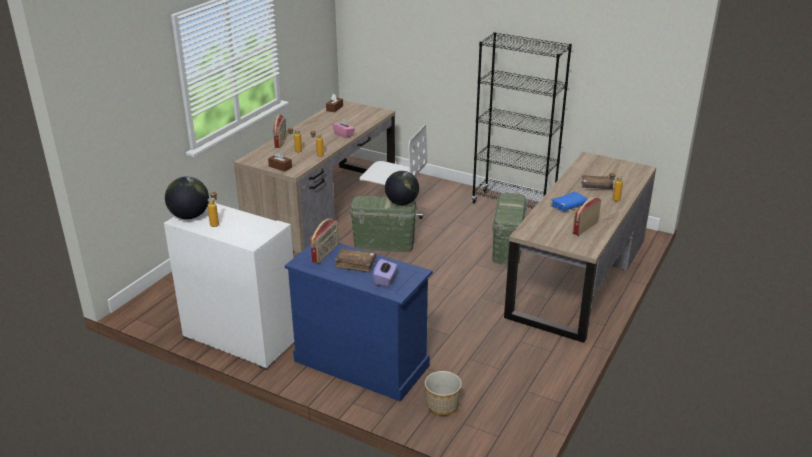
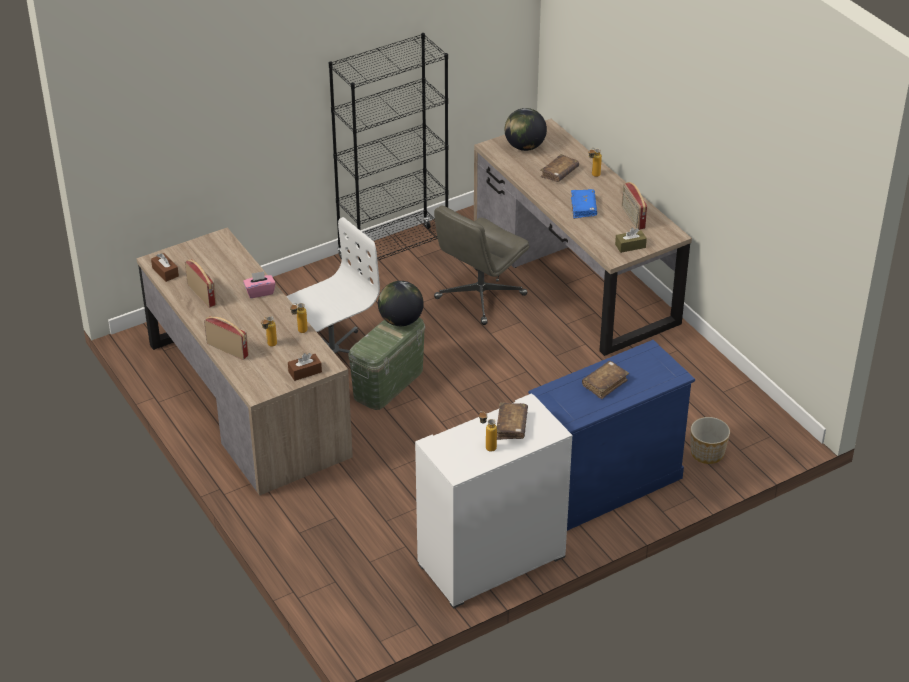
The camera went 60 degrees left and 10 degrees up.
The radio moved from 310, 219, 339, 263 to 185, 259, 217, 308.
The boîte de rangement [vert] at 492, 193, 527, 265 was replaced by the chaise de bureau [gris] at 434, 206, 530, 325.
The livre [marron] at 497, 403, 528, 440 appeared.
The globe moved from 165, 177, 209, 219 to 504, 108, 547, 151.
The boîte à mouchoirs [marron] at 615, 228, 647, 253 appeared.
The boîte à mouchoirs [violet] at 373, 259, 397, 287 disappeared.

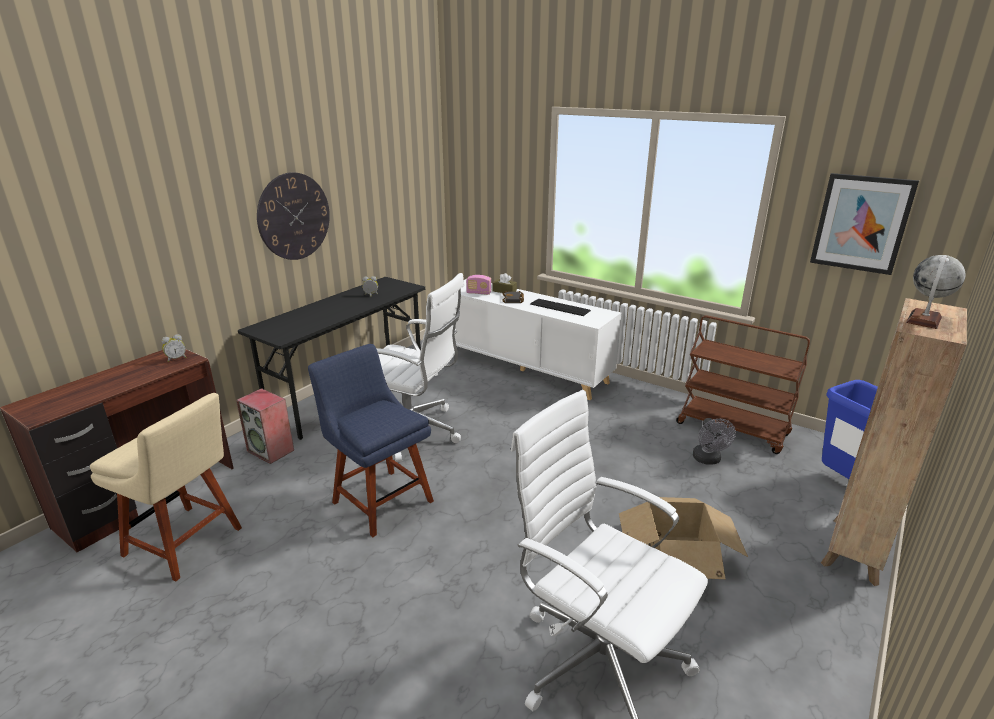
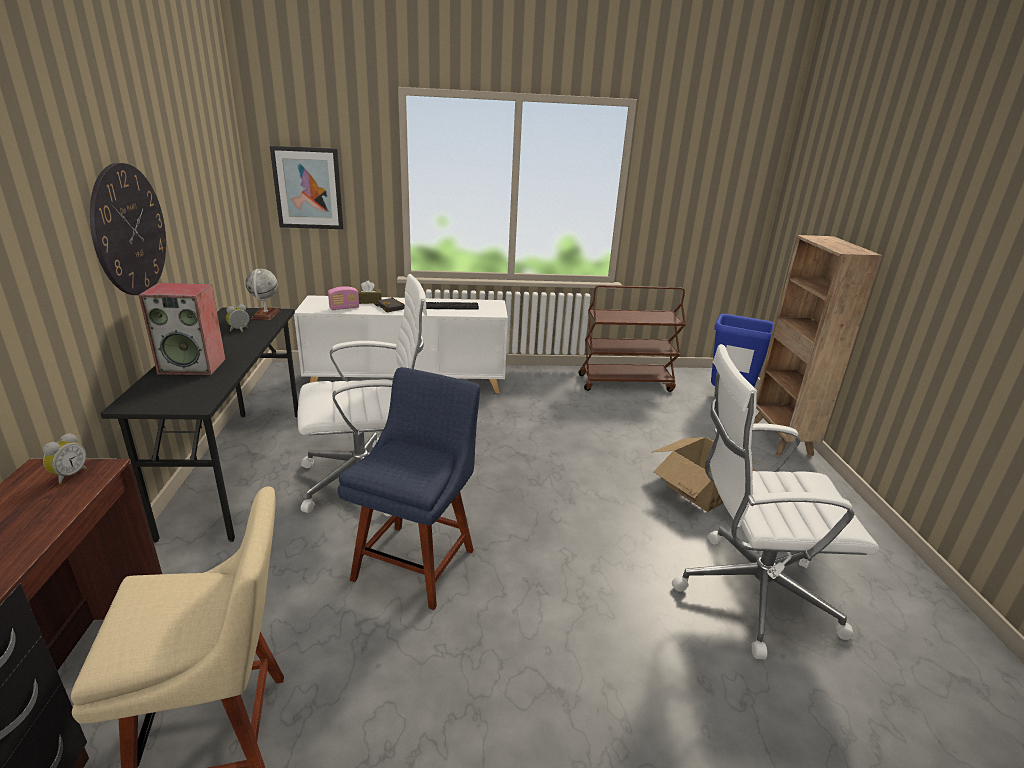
The camera went 40 degrees left and 0 degrees up.
The enceinte moved from 236, 388, 294, 464 to 139, 283, 226, 375.
The globe moved from 906, 255, 966, 329 to 246, 269, 280, 320.
The tableau moved from 810, 173, 919, 275 to 270, 146, 343, 229.
The chaise [bleu] at 308, 344, 434, 537 turned 105 degrees clockwise.
The ventilateur [gris] at 692, 418, 736, 465 disappeared.

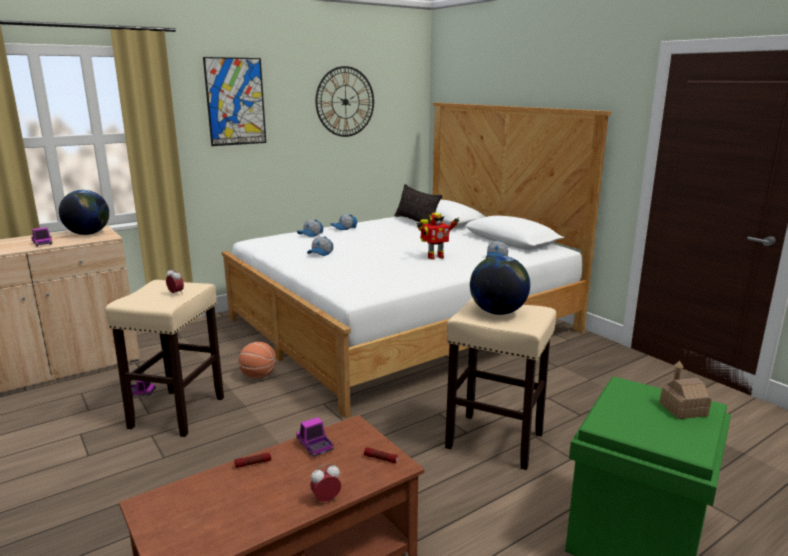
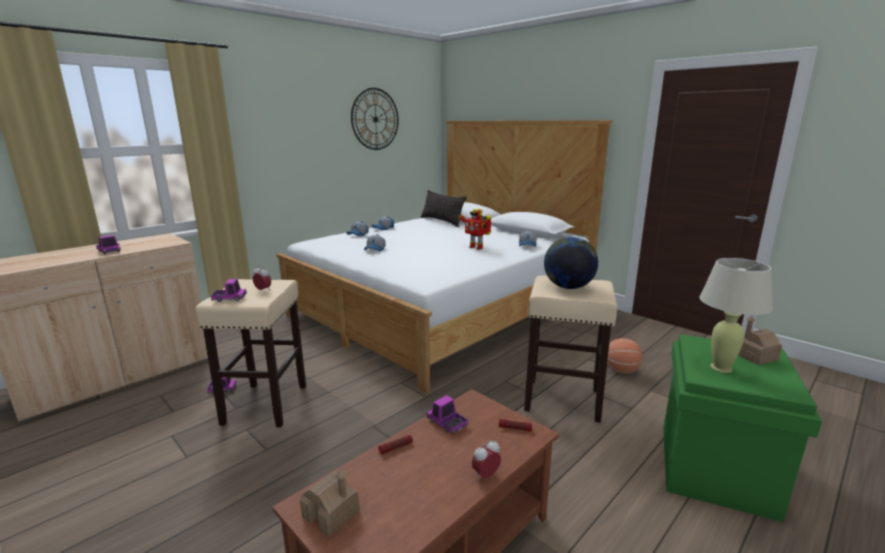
The camera went 10 degrees left and 0 degrees up.
The camion jouet at 211, 279, 247, 302 appeared.
The maison miniature at 300, 469, 360, 537 appeared.
The robot jouet at 417, 213, 459, 260 turned 75 degrees clockwise.
The ballon de basket moved from 238, 342, 276, 379 to 607, 338, 642, 374.
The lampe de table [beige] at 700, 258, 773, 373 appeared.
The globe at 59, 190, 109, 235 disappeared.
The tableau at 203, 57, 266, 146 disappeared.

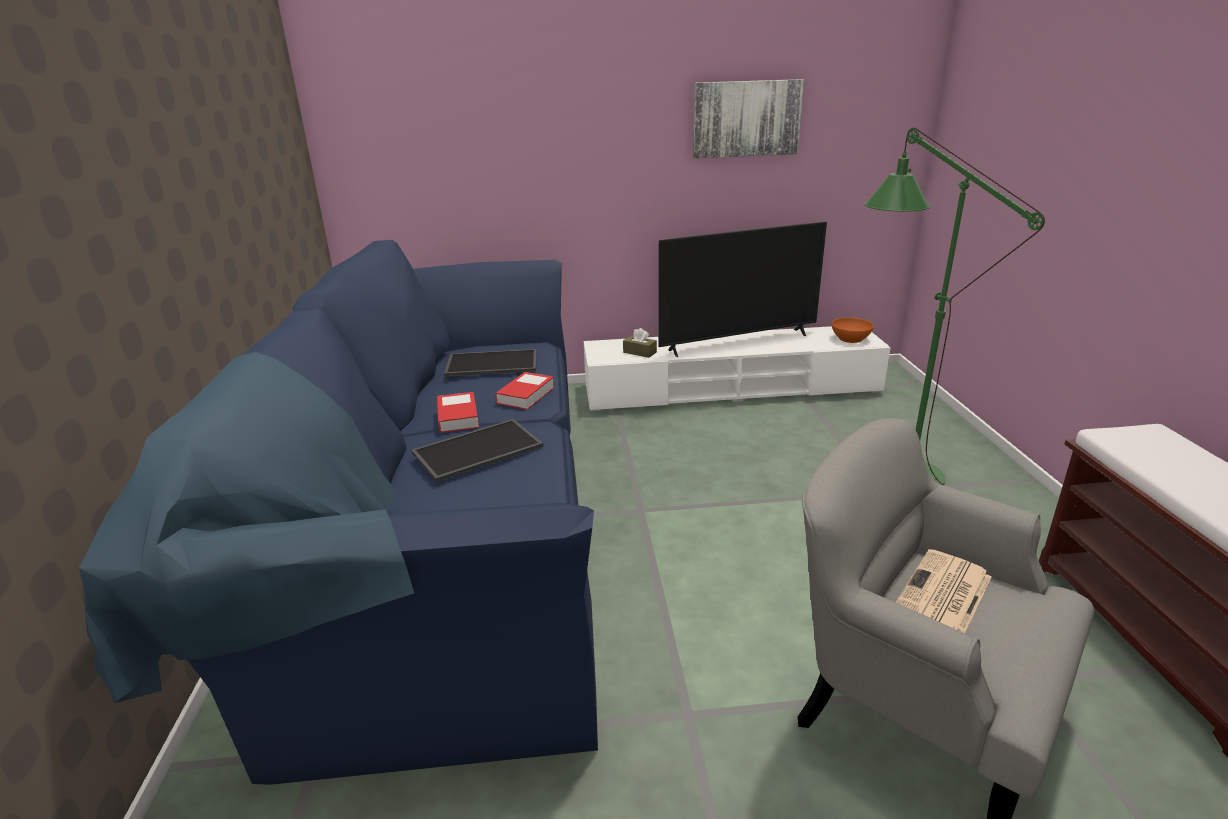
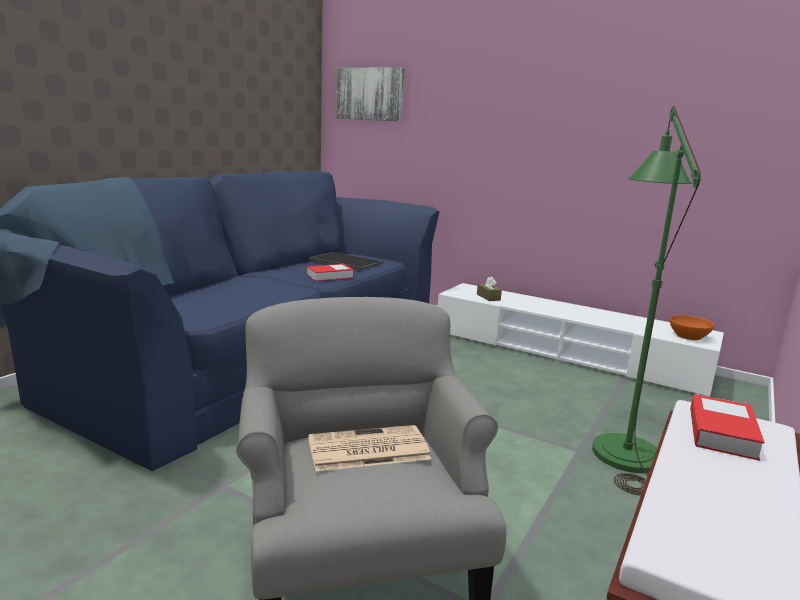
The camera went 35 degrees right and 10 degrees down.
The tableau moved from 693, 79, 804, 158 to 336, 67, 404, 122.
The livre moved from 437, 392, 479, 433 to 690, 394, 765, 461.
The plateau at 411, 419, 544, 482 disappeared.
The téléviseur at 658, 222, 827, 357 disappeared.

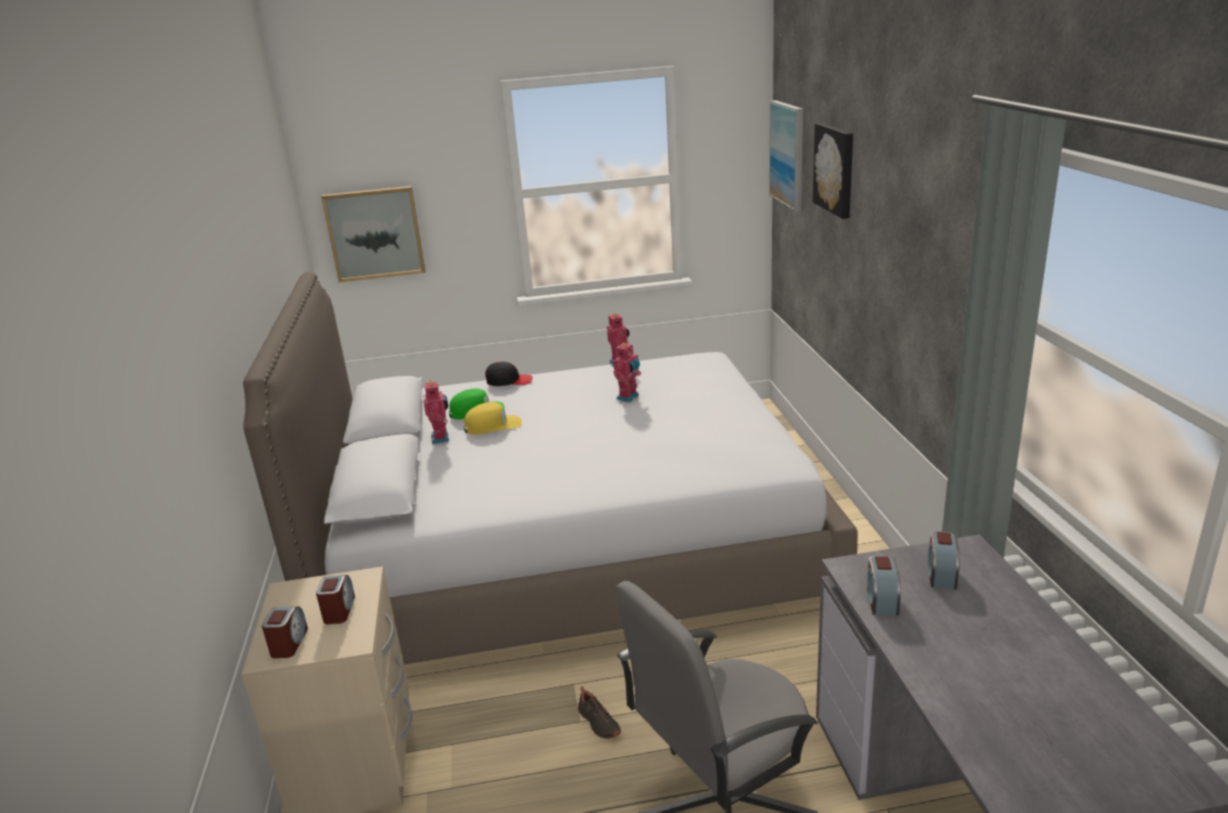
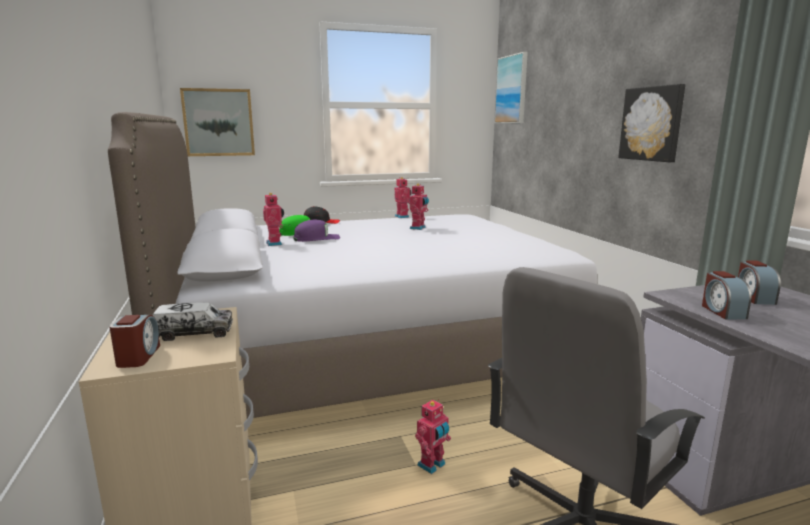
The camera went 10 degrees left and 10 degrees down.
The réveil at 316, 575, 355, 624 was replaced by the camion jouet at 153, 302, 233, 341.
The casquette [jaune] at 464, 402, 522, 434 became the casquette [violet] at 294, 220, 340, 242.
The chaussure [noir] at 578, 687, 621, 739 was replaced by the robot jouet at 415, 399, 451, 474.
The tableau moved from 813, 123, 853, 219 to 618, 84, 685, 162.

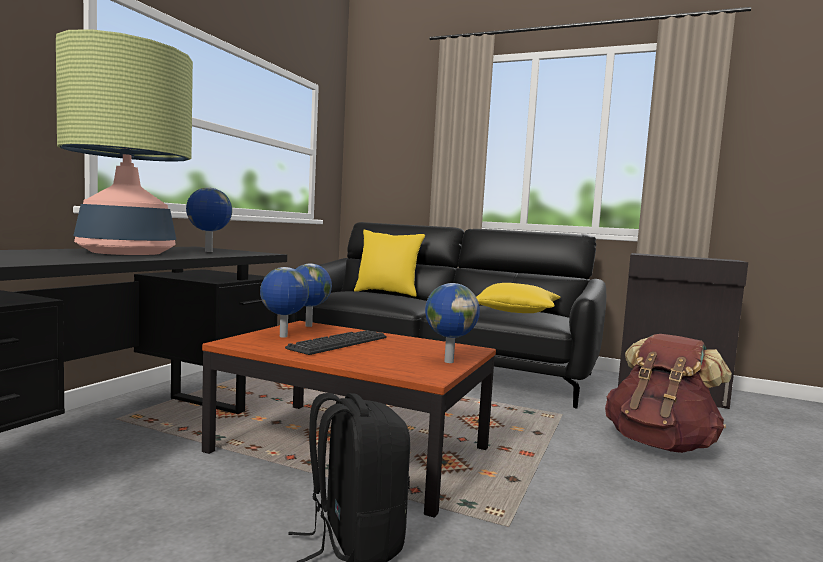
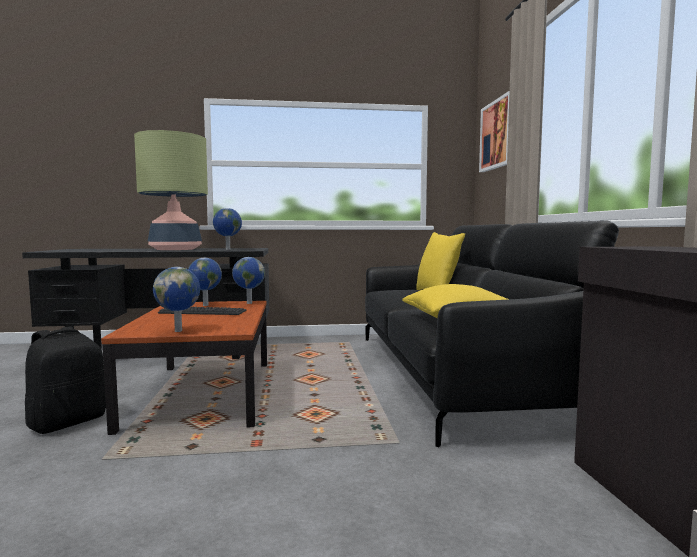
The camera went 60 degrees right and 0 degrees up.
The tableau at 479, 91, 509, 172 appeared.
The sac à dos [marron] at 605, 334, 732, 453 disappeared.

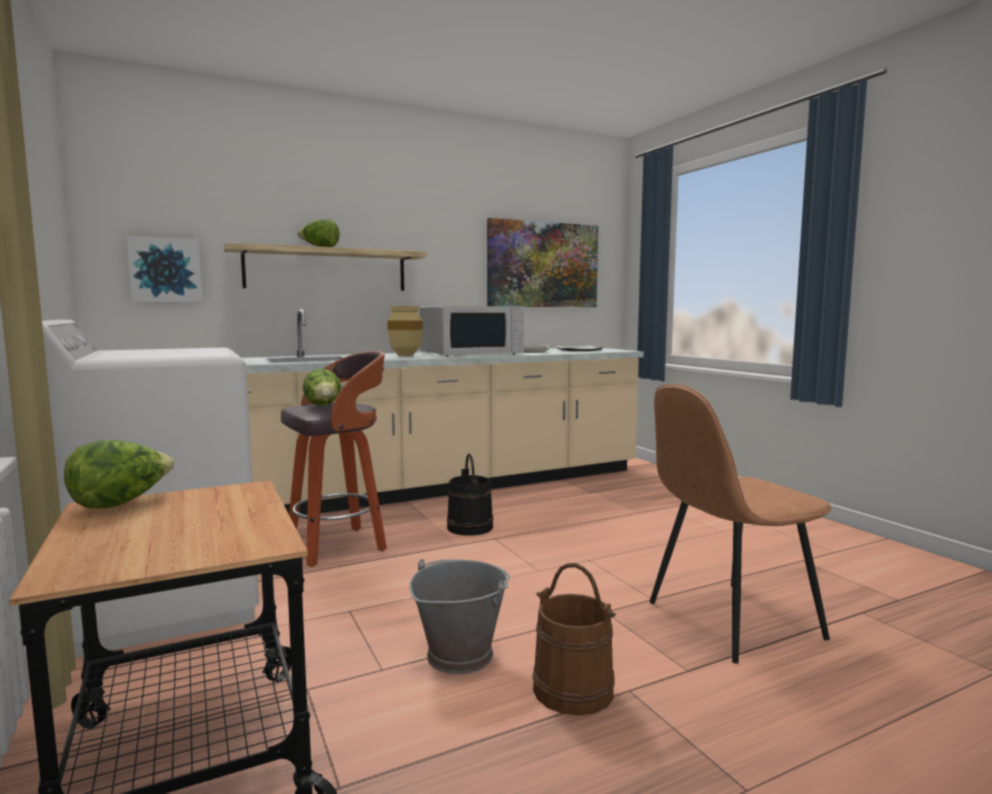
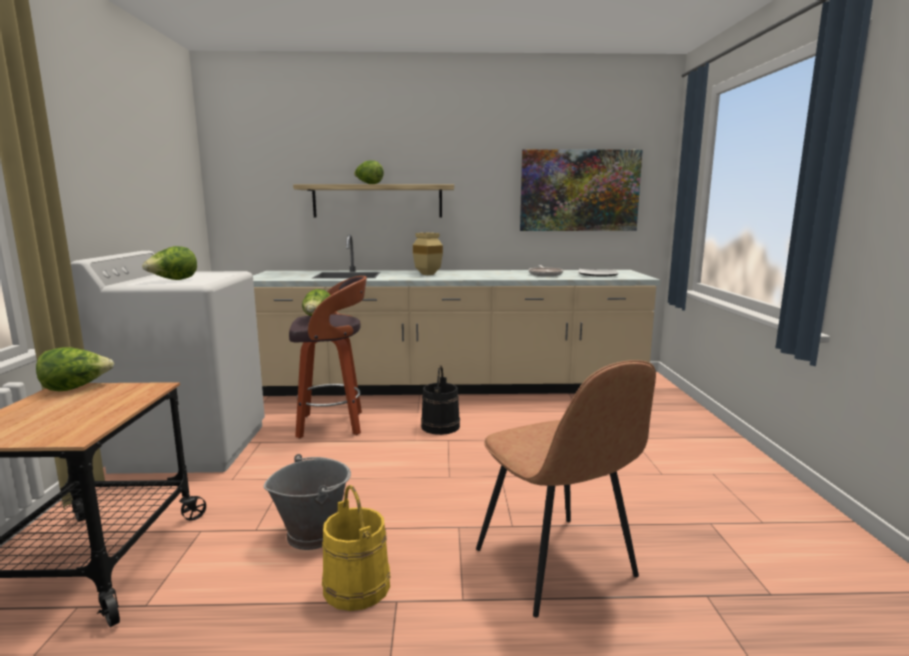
The camera went 25 degrees right and 5 degrees up.
The laitue at 142, 246, 197, 280 appeared.
The seau [marron] at 532, 563, 616, 716 became the seau [jaune] at 322, 485, 390, 611.
The chaise [marron] at 650, 384, 832, 664 turned 120 degrees counterclockwise.
The tableau at 127, 236, 203, 302 disappeared.
The micro-ondes [blanc] at 420, 306, 524, 356 disappeared.

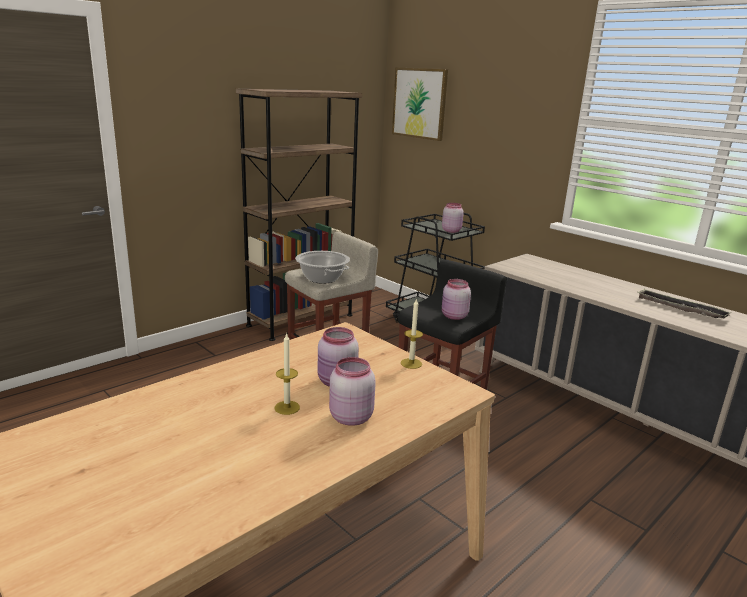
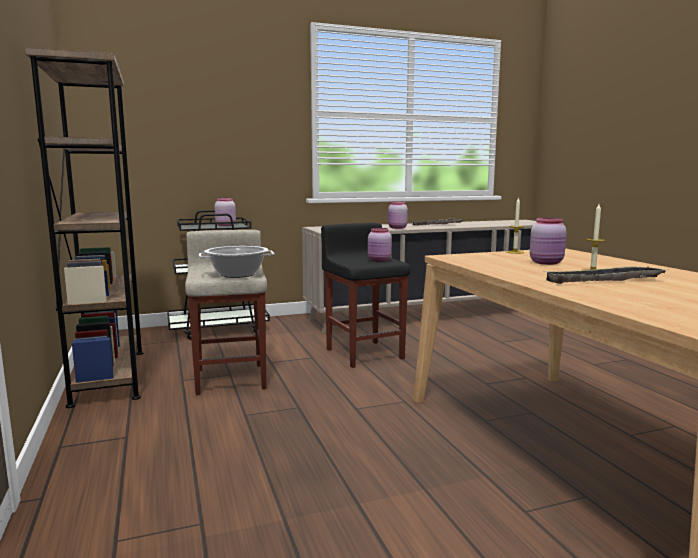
The camera went 65 degrees left and 10 degrees down.
The bocal [rose] moved from 329, 357, 376, 426 to 388, 201, 408, 229.
The plateau at 543, 266, 666, 284 appeared.
The tableau at 392, 67, 448, 141 disappeared.

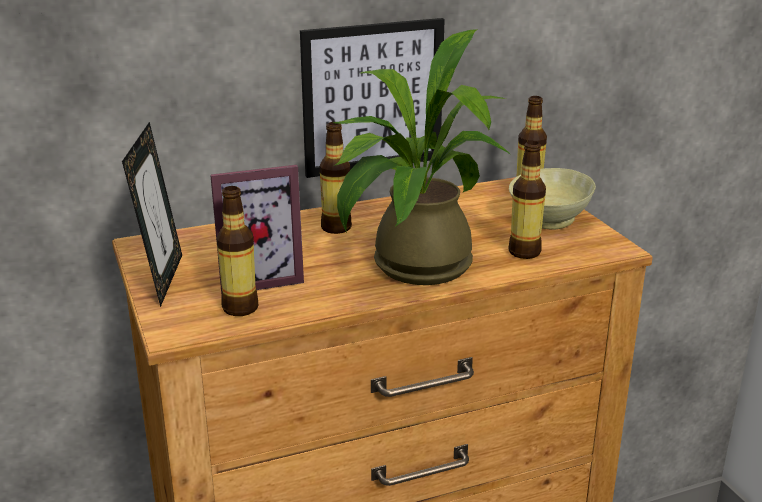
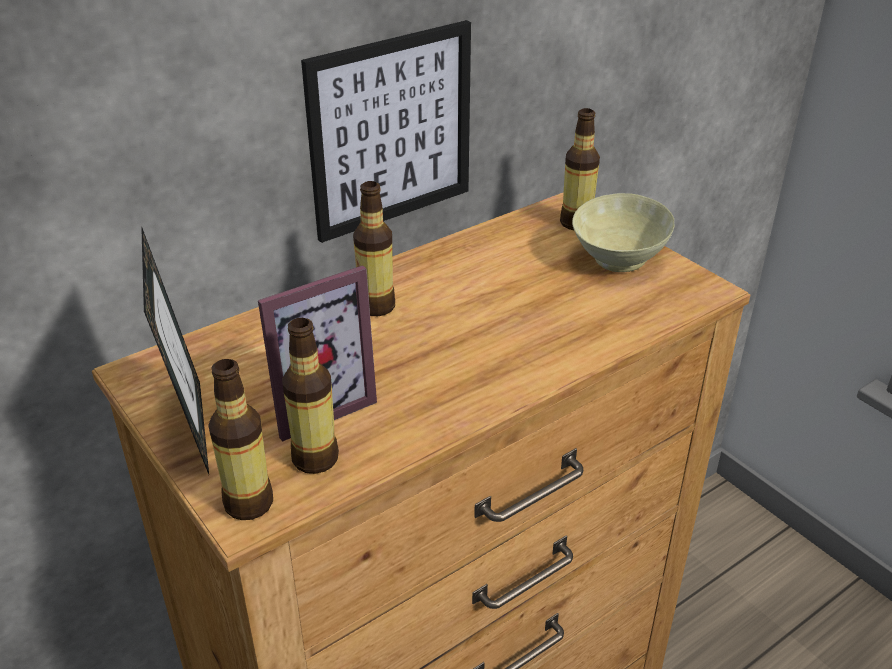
The camera went 15 degrees left and 10 degrees up.
The bouteille moved from 508, 141, 546, 259 to 208, 359, 273, 520.
The plante en pot at 333, 29, 511, 285 disappeared.

